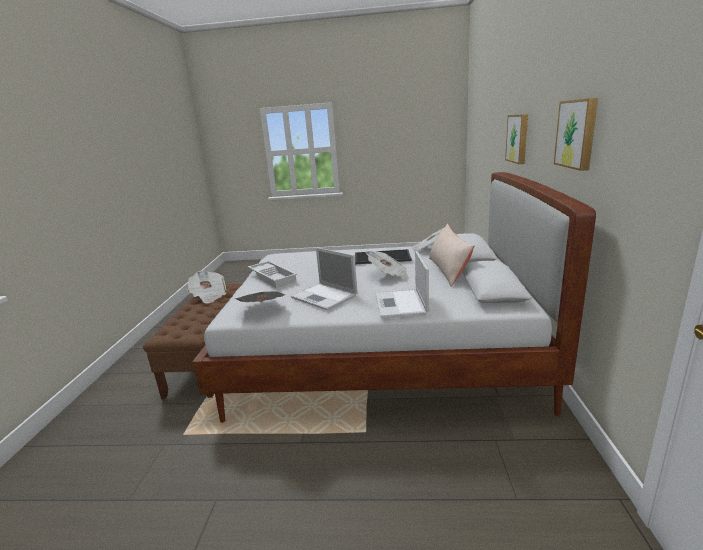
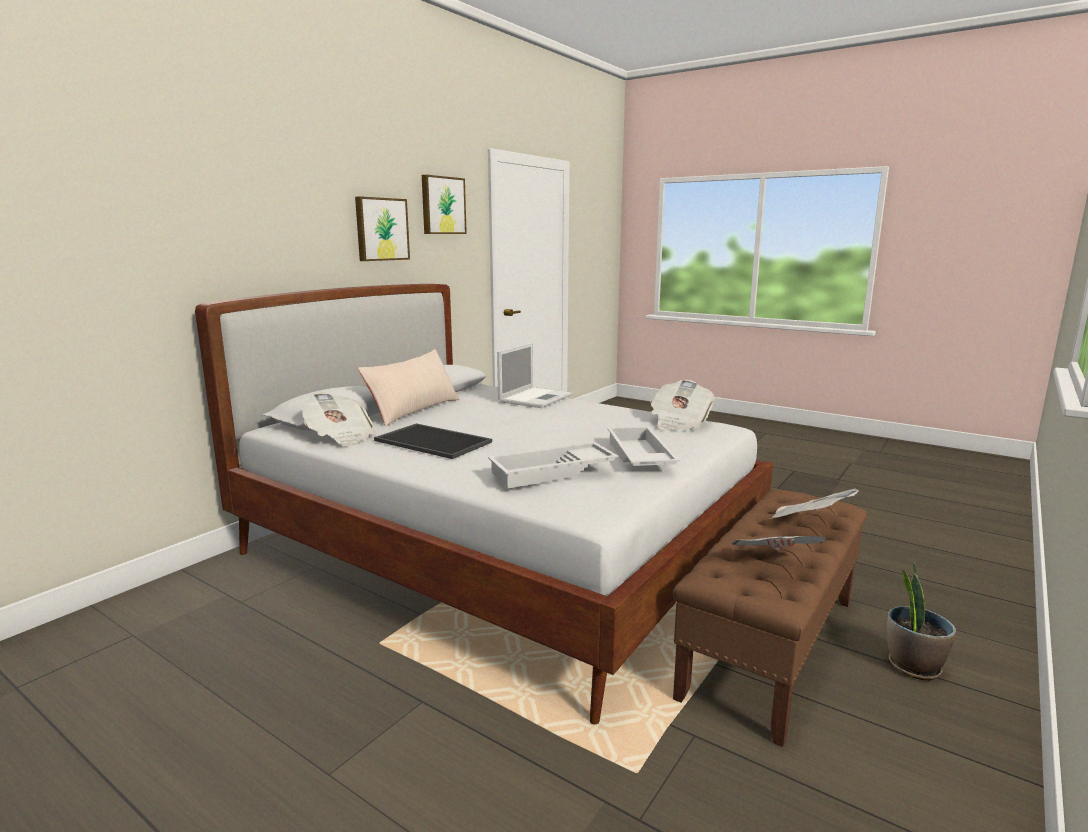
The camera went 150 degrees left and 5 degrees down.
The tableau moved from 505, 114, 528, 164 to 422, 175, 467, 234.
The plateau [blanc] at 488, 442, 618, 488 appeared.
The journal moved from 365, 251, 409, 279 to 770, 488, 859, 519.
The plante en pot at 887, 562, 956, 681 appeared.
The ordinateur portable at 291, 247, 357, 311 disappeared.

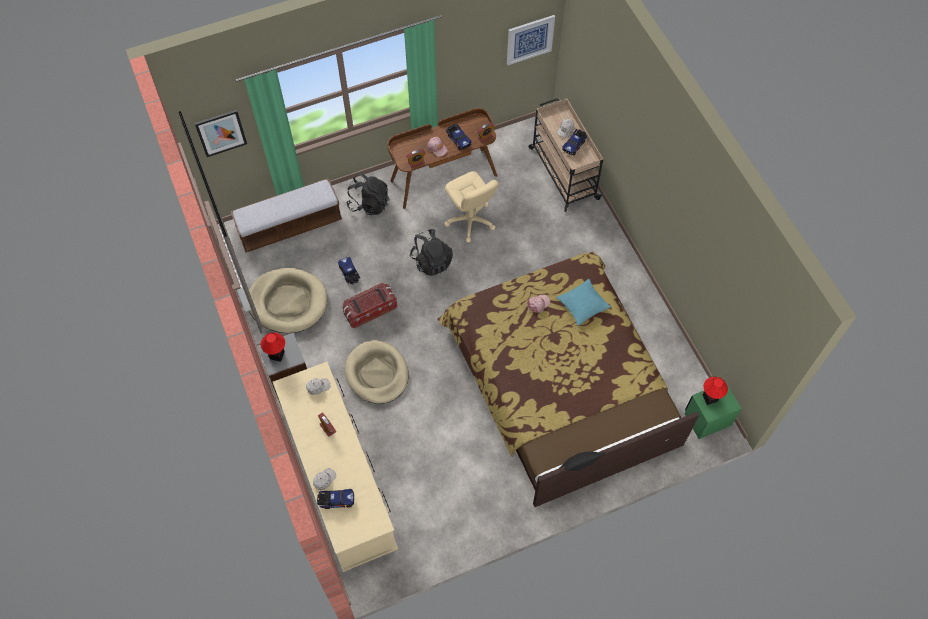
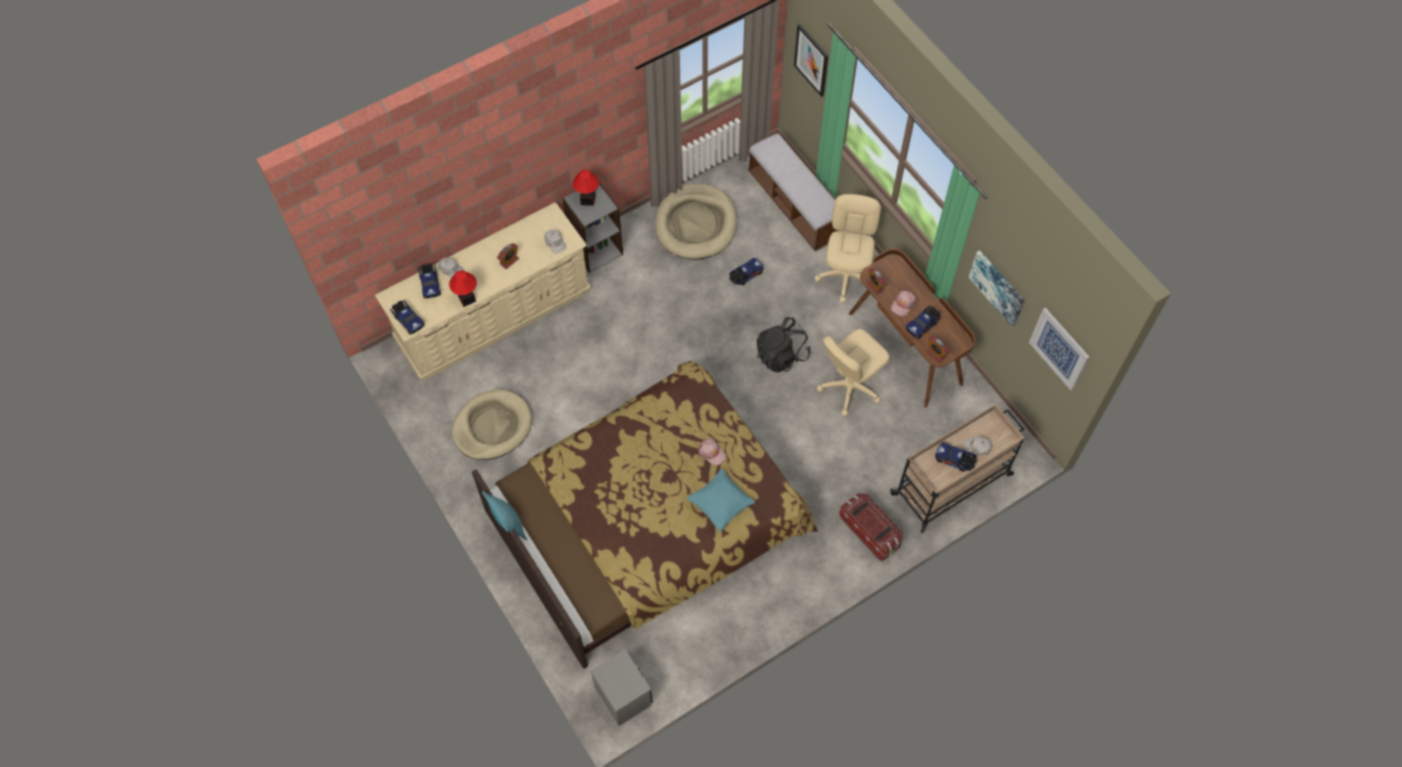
The camera went 80 degrees right and 0 degrees up.
The camion jouet at 390, 300, 425, 335 appeared.
The lampe de table moved from 703, 377, 728, 405 to 449, 270, 477, 307.
The panier pour chien [beige] moved from 345, 340, 408, 404 to 452, 389, 532, 460.
The coussin [noir] at 560, 451, 606, 471 became the coussin [turquoise] at 482, 491, 527, 541.
The table de chevet [vert] at 684, 383, 742, 439 became the table de chevet [gris] at 591, 649, 652, 726.
The sac à dos [noir] at 346, 173, 389, 215 was replaced by the chaise de bureau [beige] at 815, 194, 881, 303.
The boîte de rangement moved from 342, 283, 397, 328 to 839, 493, 903, 561.
The tableau at 969, 250, 1025, 327 appeared.

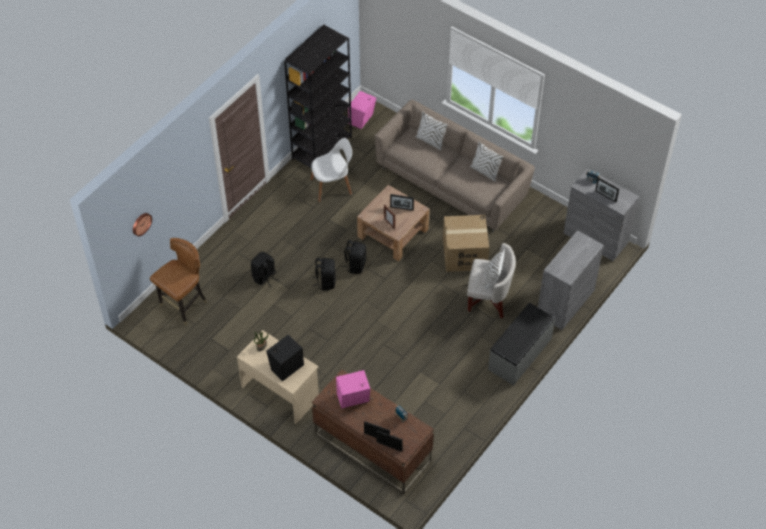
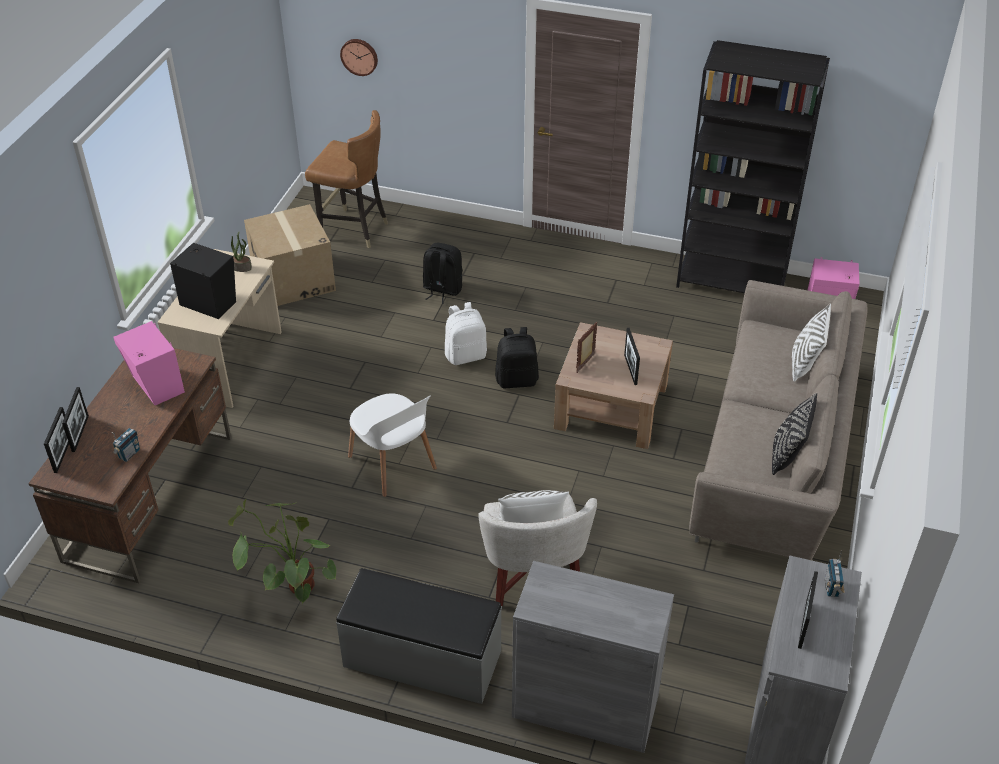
The camera went 70 degrees right and 10 degrees down.
The plante en pot at 228, 499, 337, 604 appeared.
The carton moved from 443, 215, 489, 272 to 244, 204, 336, 306.
The chaise [blanc] moved from 311, 138, 352, 202 to 348, 393, 437, 497.
The sac à dos [noir] at 312, 258, 336, 291 became the sac à dos [blanc] at 445, 302, 487, 365.
The coussin [blanc] at 470, 141, 504, 182 became the coussin [noir] at 772, 393, 817, 475.

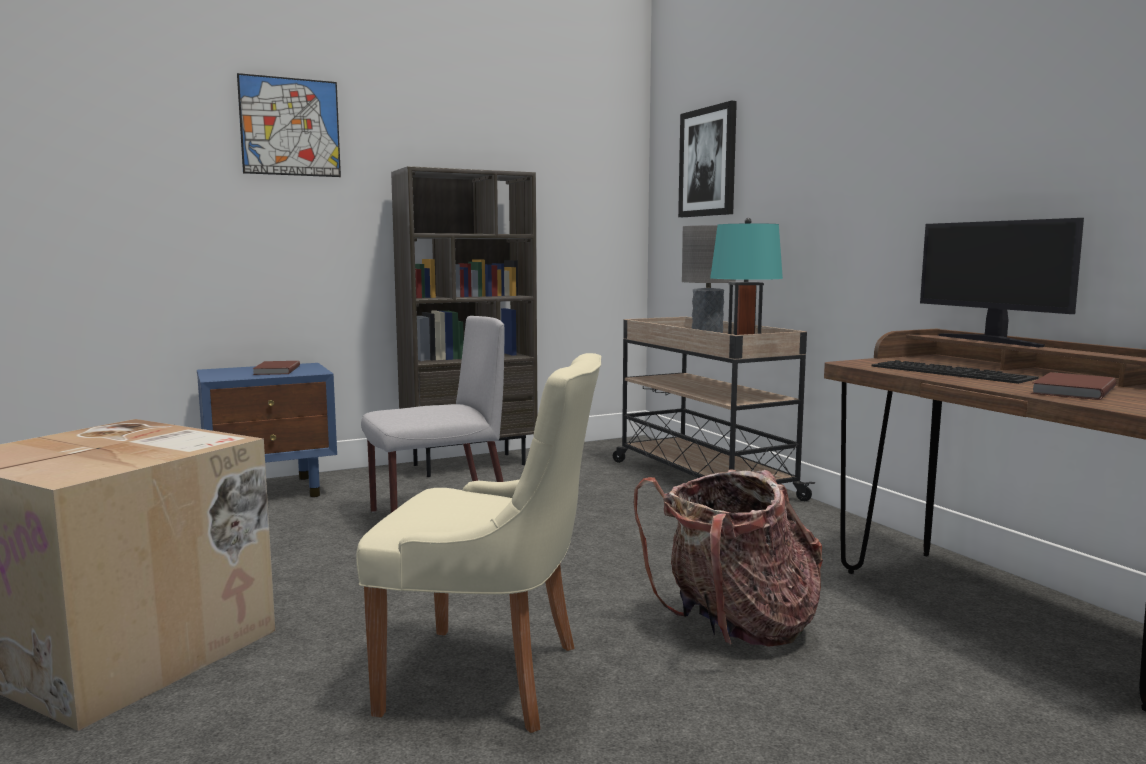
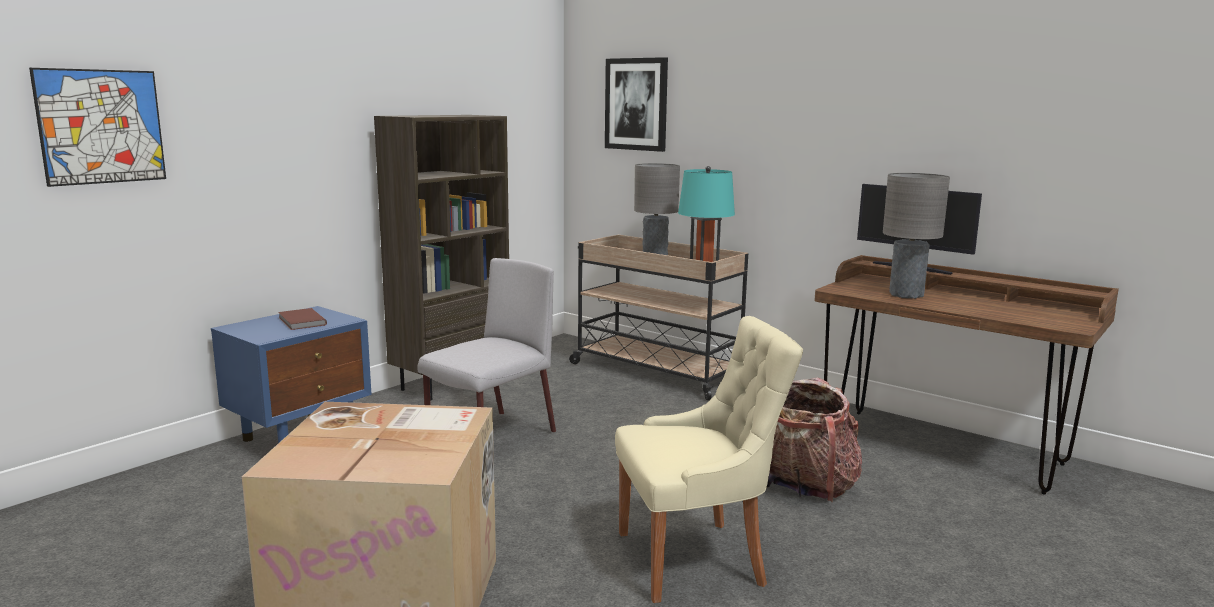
The camera went 25 degrees left and 5 degrees up.
The tableau moved from 237, 73, 341, 177 to 29, 68, 166, 187.
The clavier at 871, 360, 1039, 384 was replaced by the lampe de table [gris] at 883, 173, 950, 299.
The livre [marron] at 1031, 372, 1116, 400 disappeared.

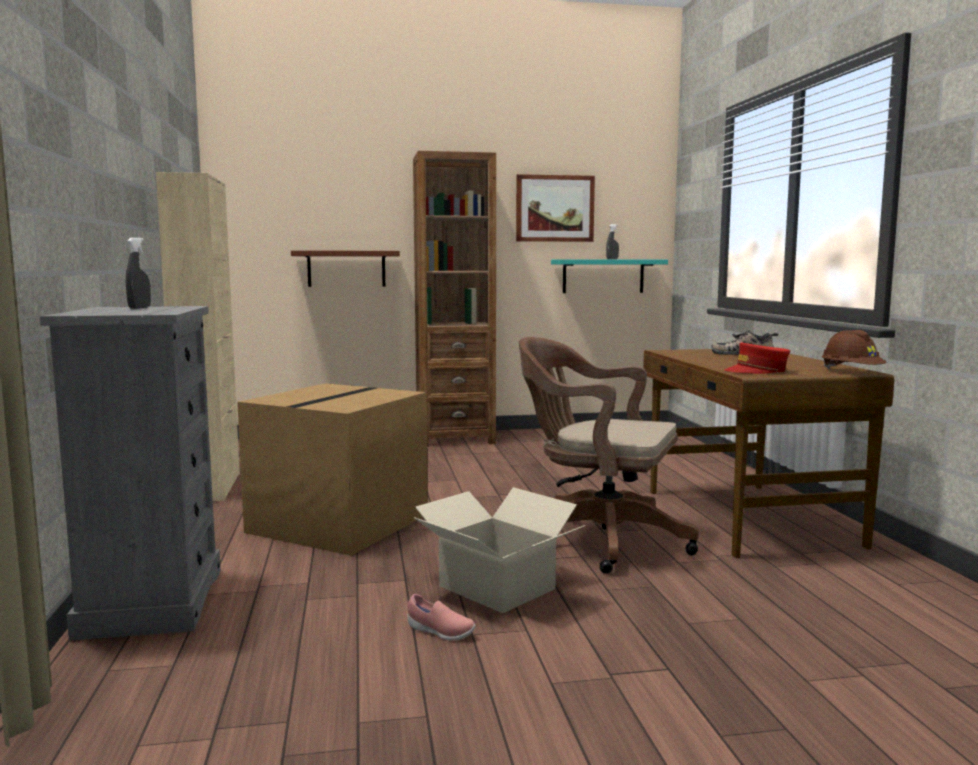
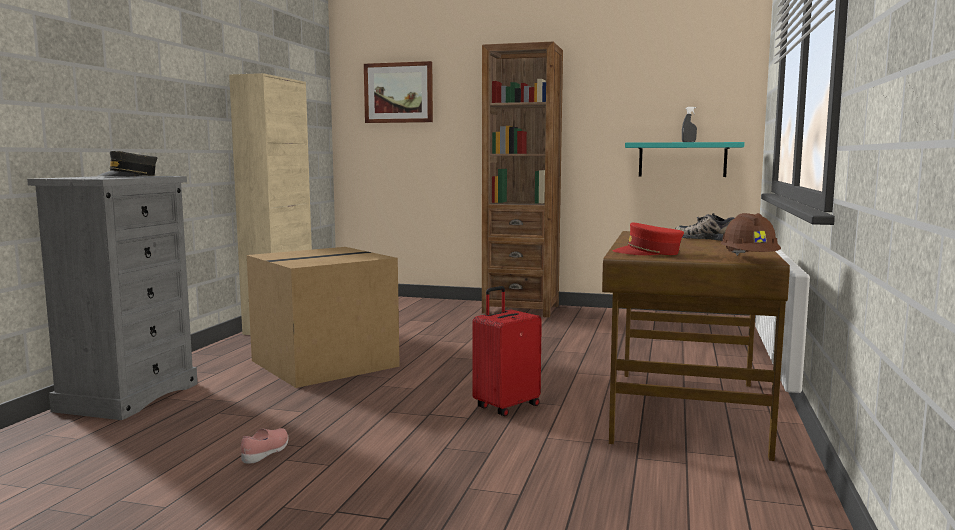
The camera went 25 degrees right and 0 degrees up.
The vaporisateur [gris] at 126, 238, 151, 309 was replaced by the casquette [gris] at 97, 151, 157, 176.
The chaussure [rose] at 407, 594, 476, 641 turned 120 degrees counterclockwise.
The tableau moved from 516, 174, 595, 242 to 364, 61, 433, 123.
The chaise de bureau [marron] at 519, 337, 699, 574 was replaced by the valise [rouge] at 472, 286, 542, 416.
The étagère [marron] at 291, 250, 400, 287 disappeared.
The carton at 414, 488, 586, 613 disappeared.

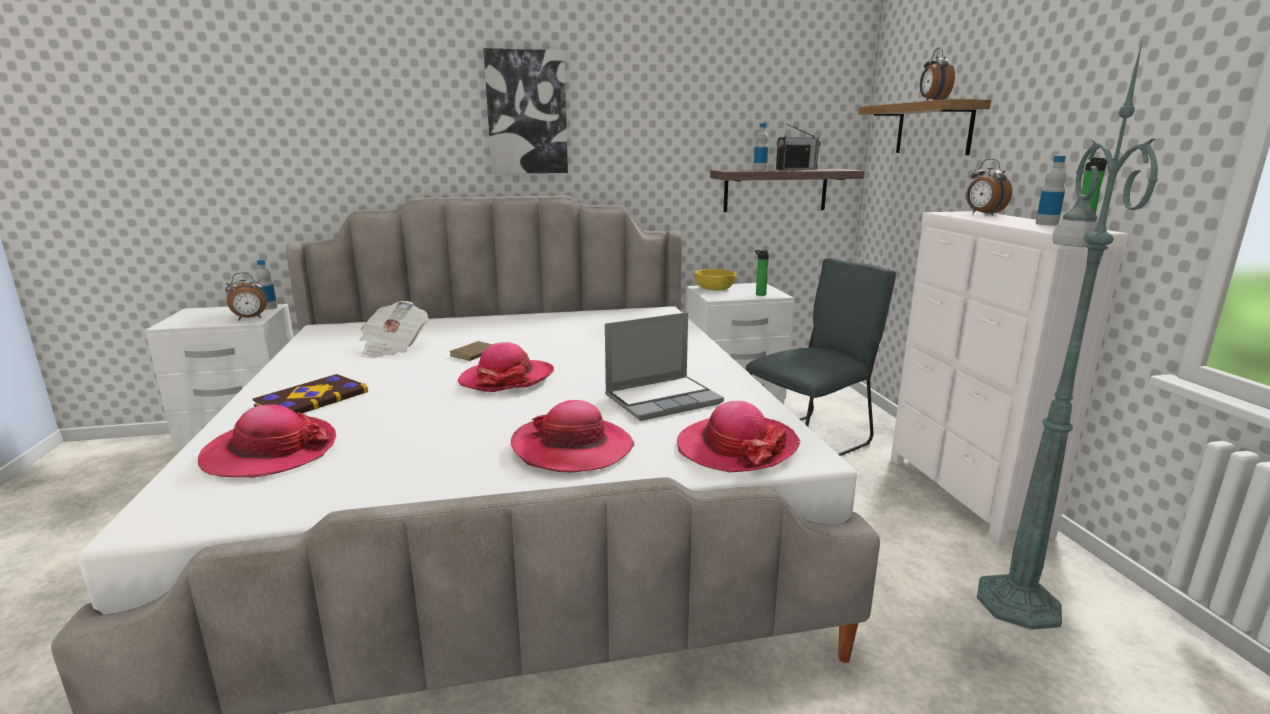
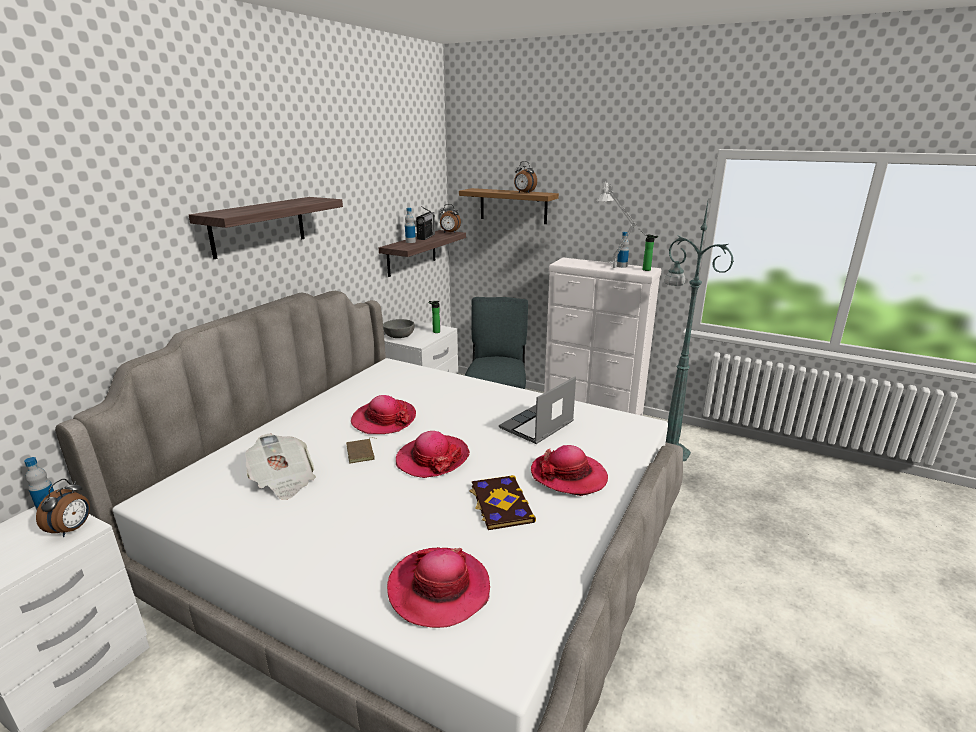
The camera went 50 degrees left and 5 degrees up.
The tableau at 483, 48, 568, 174 was replaced by the étagère at 189, 197, 343, 259.
The chapeau moved from 677, 401, 800, 472 to 351, 395, 416, 434.
The bol [jaune] at 695, 269, 736, 291 became the bol [gris] at 383, 319, 415, 338.
The réveil moved from 966, 159, 1012, 215 to 440, 204, 461, 233.
The livre moved from 253, 374, 368, 413 to 469, 475, 536, 530.
The ordinateur portable at 605, 312, 724, 421 turned 150 degrees counterclockwise.
The lampe de table [gris] at 596, 181, 647, 268 appeared.

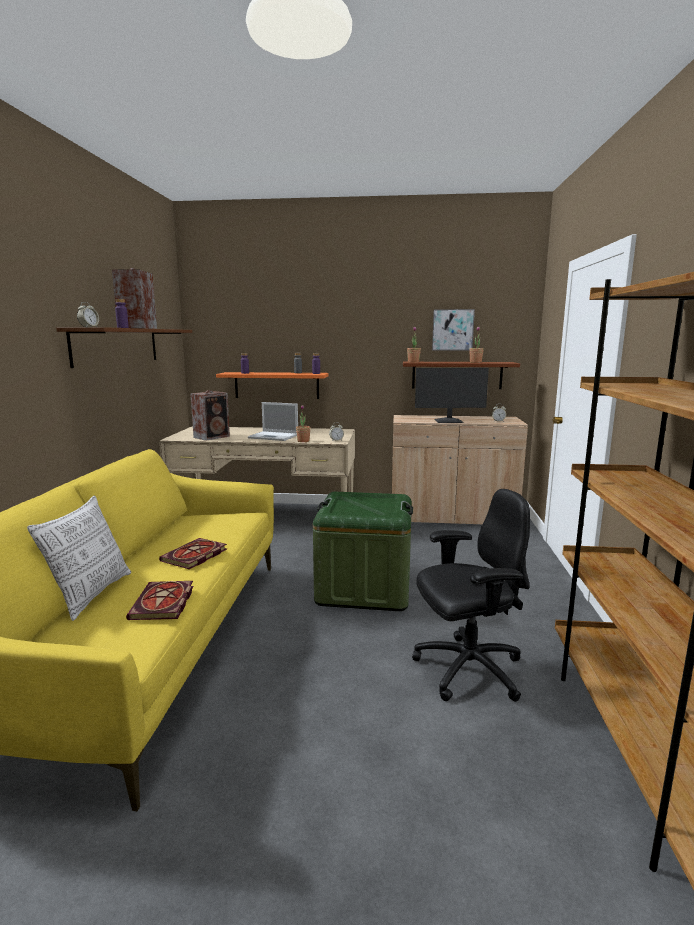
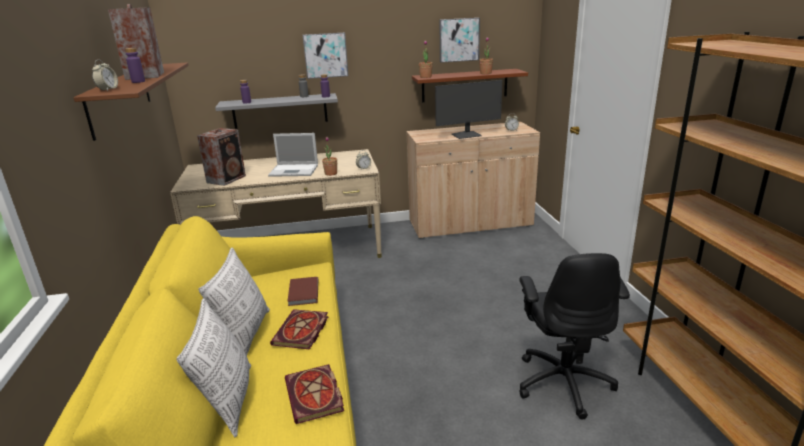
The camera went 15 degrees left and 10 degrees up.
The coussin at 198, 247, 270, 356 appeared.
The étagère [orange] at 216, 372, 329, 399 became the étagère [gris] at 215, 93, 338, 129.
The livre [marron] at 287, 277, 318, 306 appeared.
The tableau at 303, 33, 348, 79 appeared.
The chaise de bureau [noir] at 412, 489, 530, 702 turned 120 degrees clockwise.
The boîte de rangement [vert] at 313, 492, 413, 611 disappeared.

